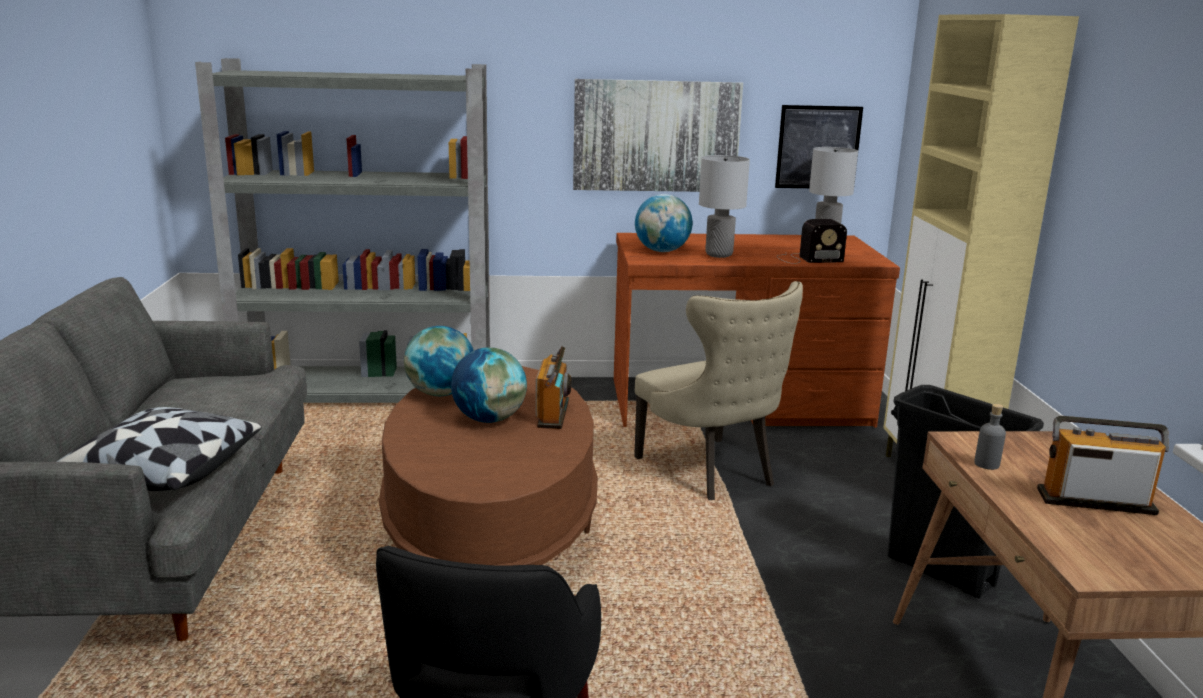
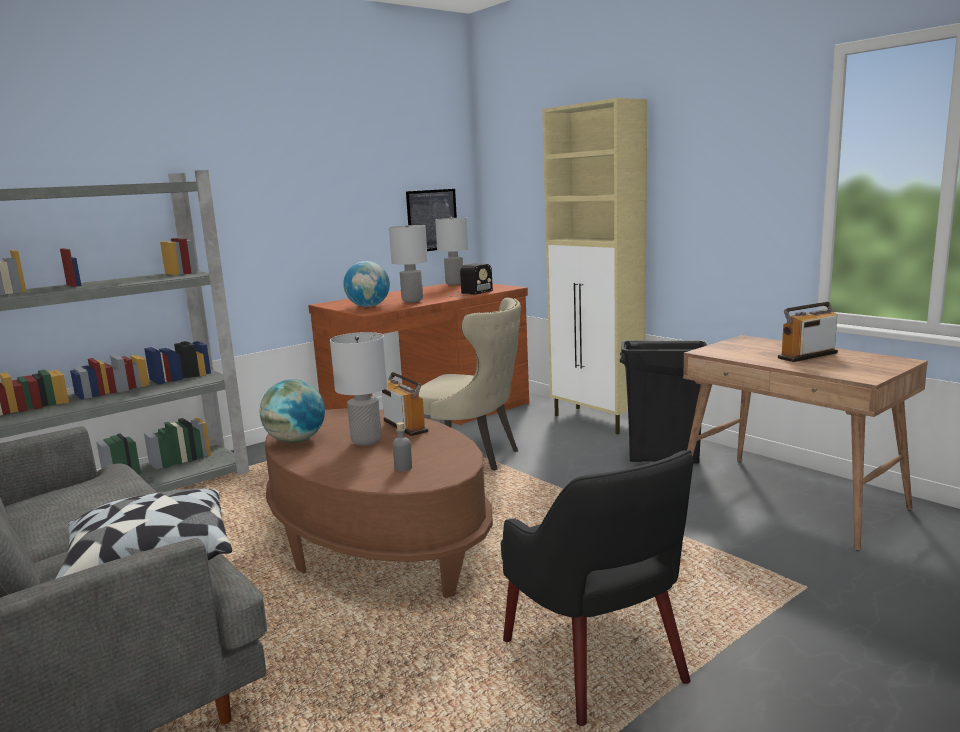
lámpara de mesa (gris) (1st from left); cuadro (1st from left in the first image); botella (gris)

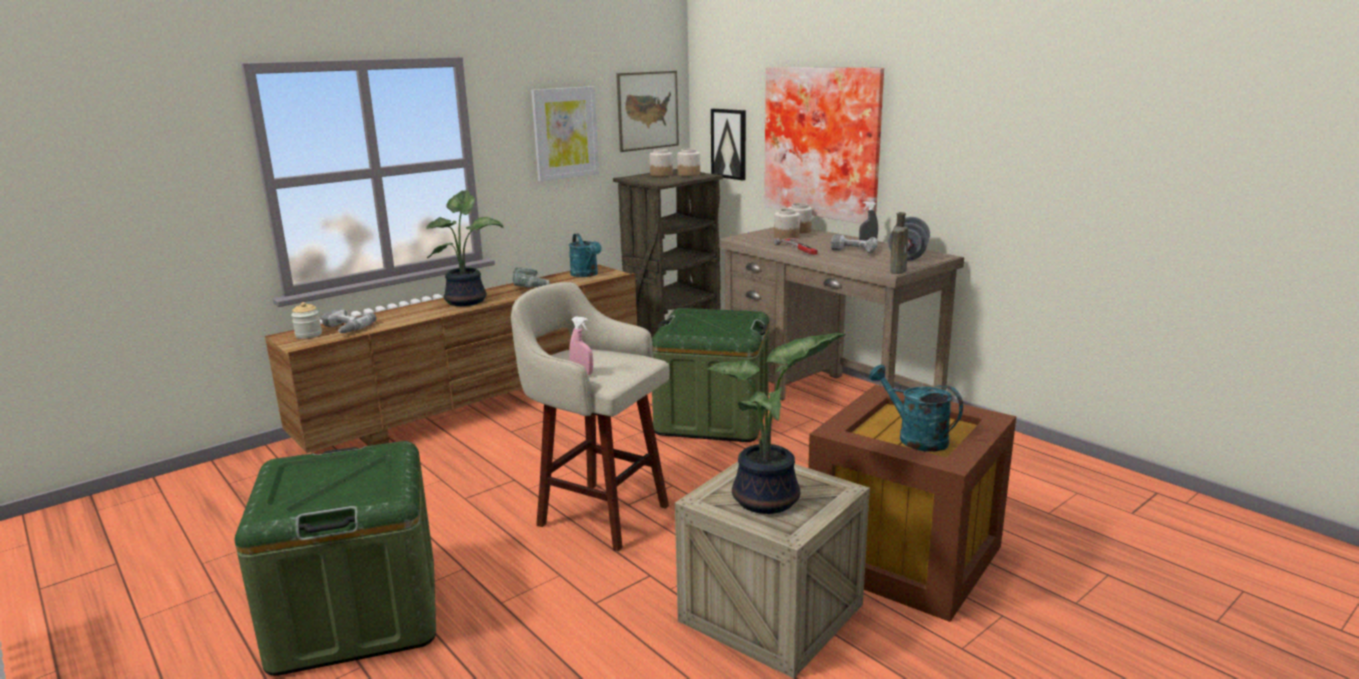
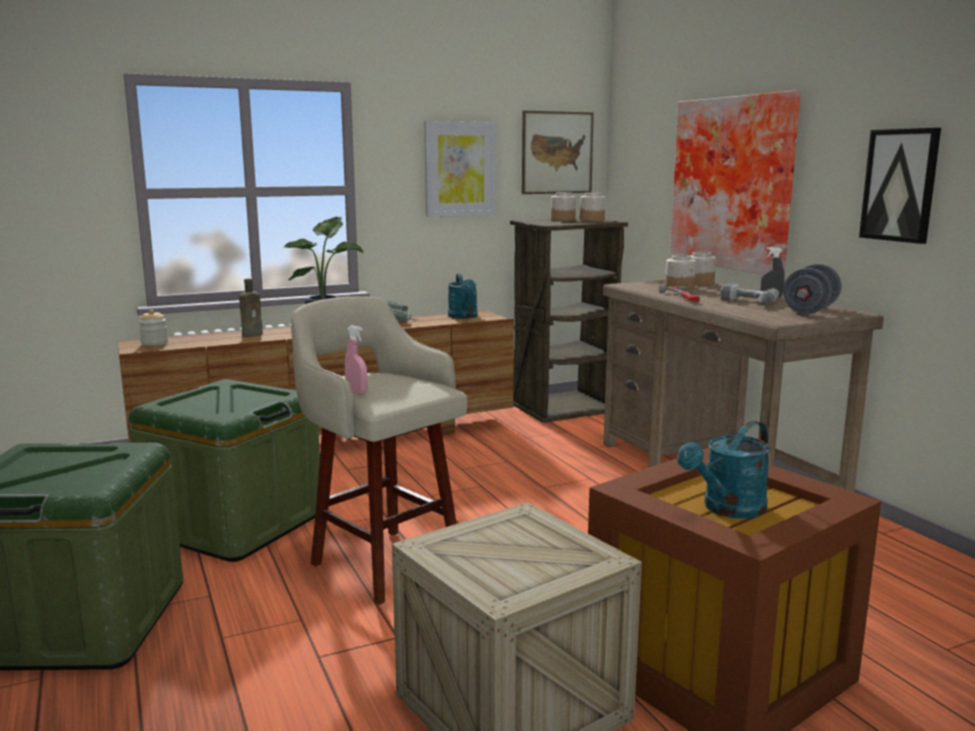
taladro (1st from left in the first image); caja de almacenaje (verde) (2nd from left); planta en maceta (2nd from left in the first image); cuadro (4th from left); regadera (turquesa) (2nd from left); botella (marrón)

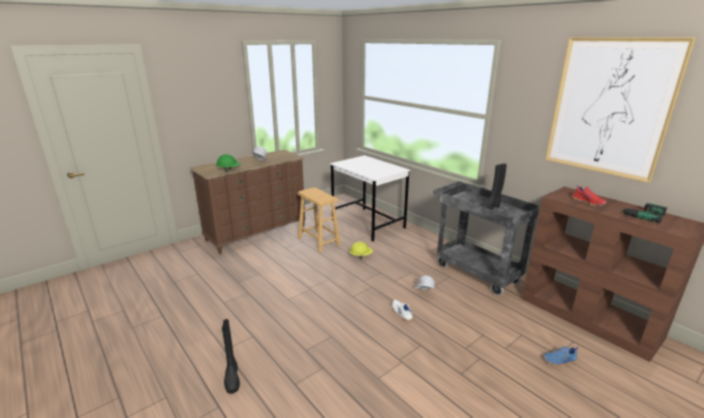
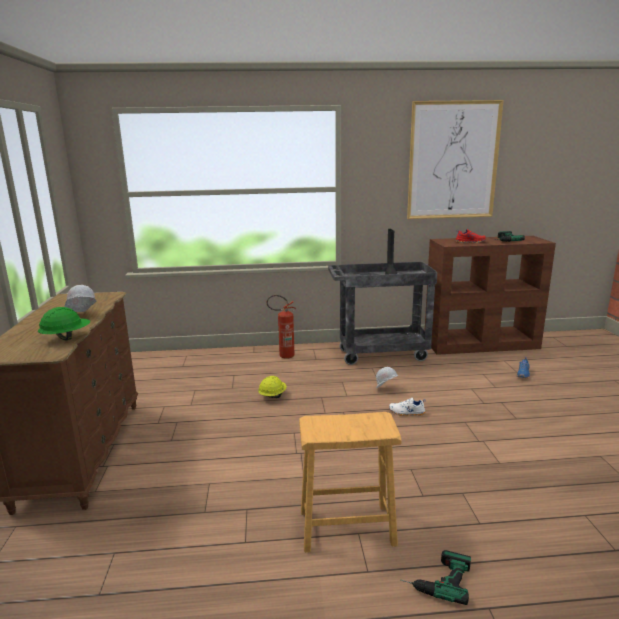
taladro (1st from left); taburete (marrón); escritorio (blanco); extintor

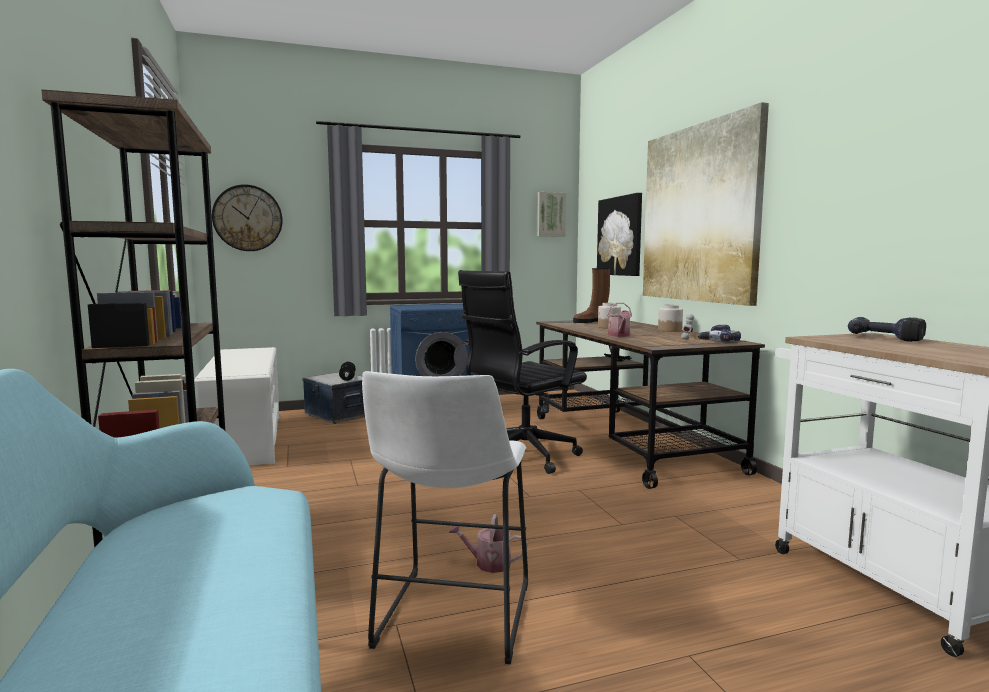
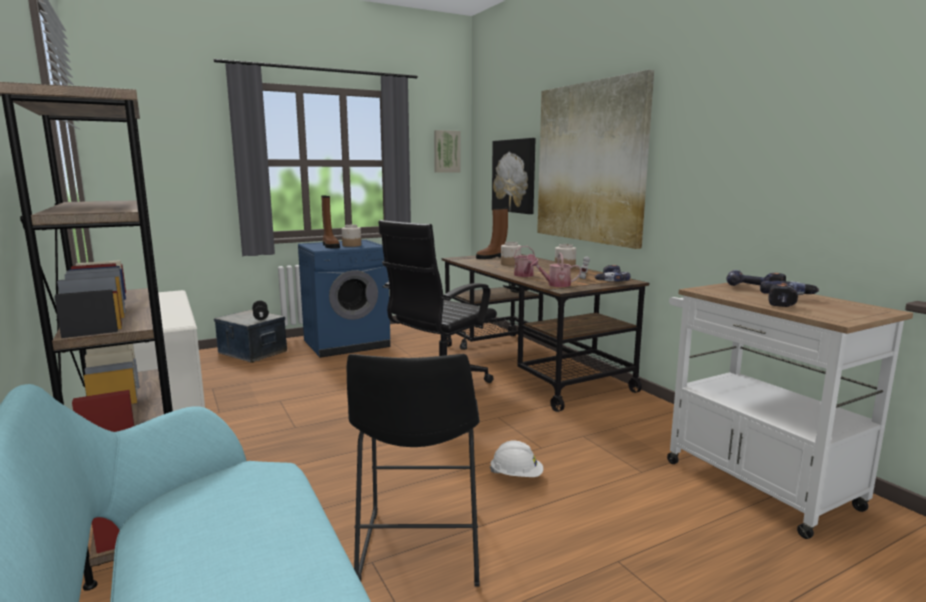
reloj de pared; taburete (negro); regadera (2nd from left); bota (marrón) (1st from left); tarro (1st from left); casco (blanco); taladro (3rd from left)

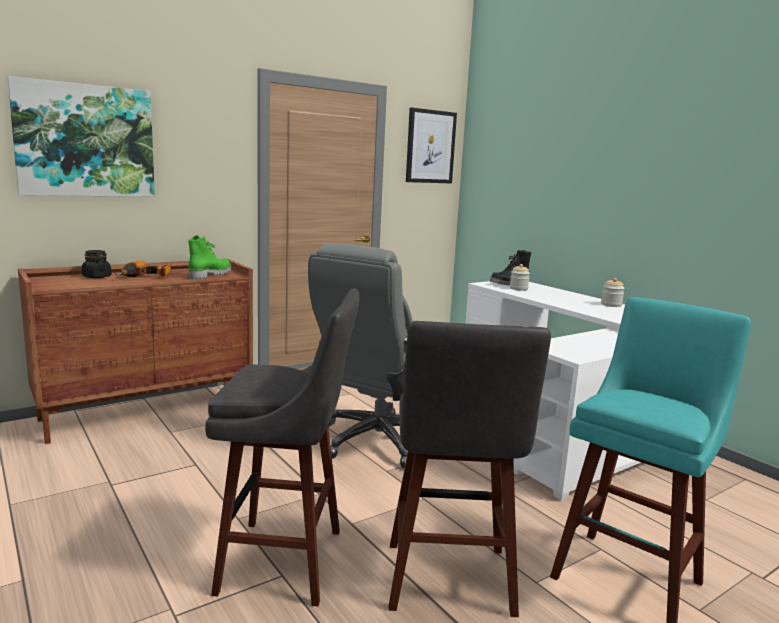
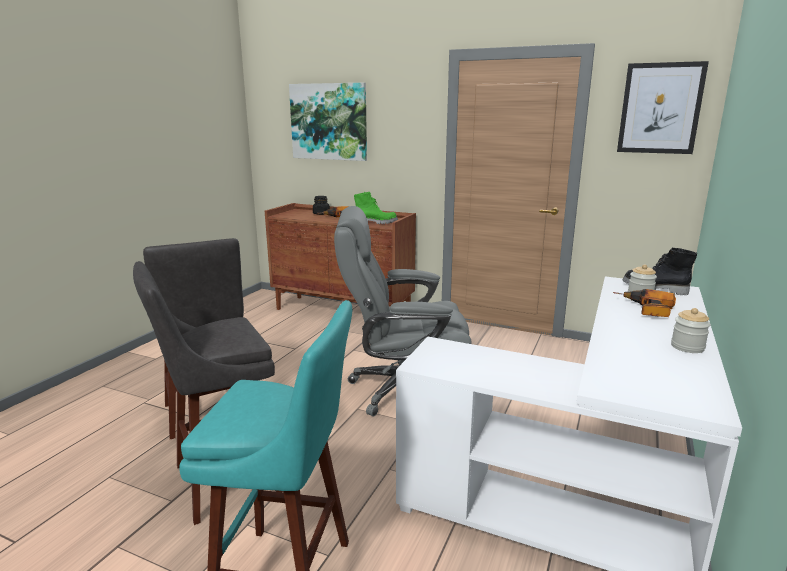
taladro (2nd from left)

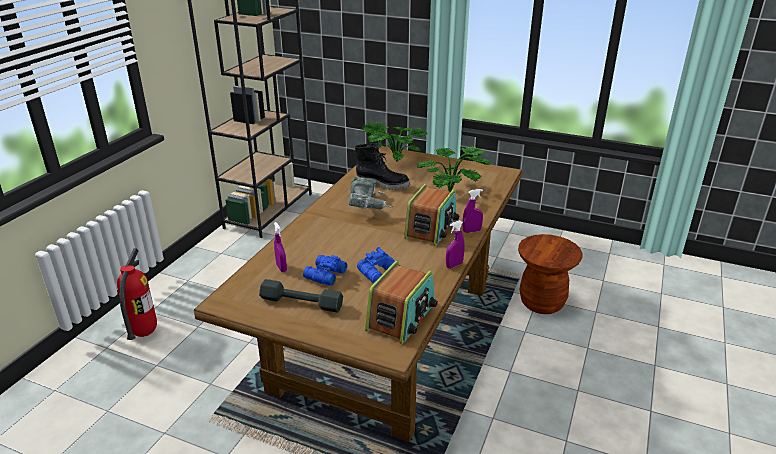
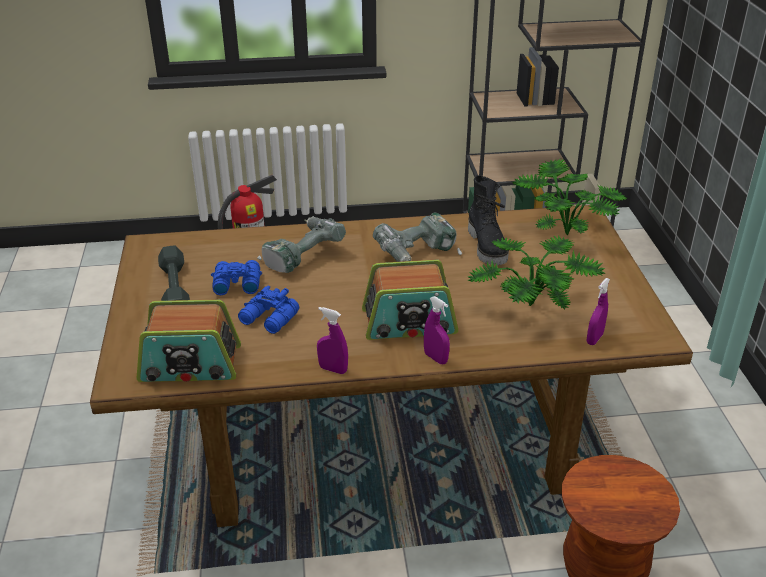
pulverizador (morado) (3rd from left); taladro (1st from left)

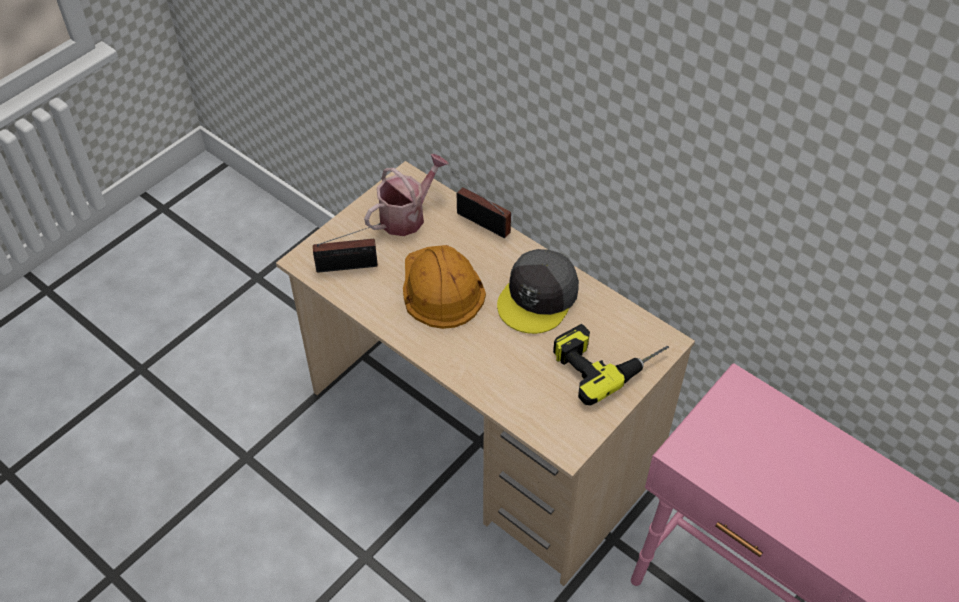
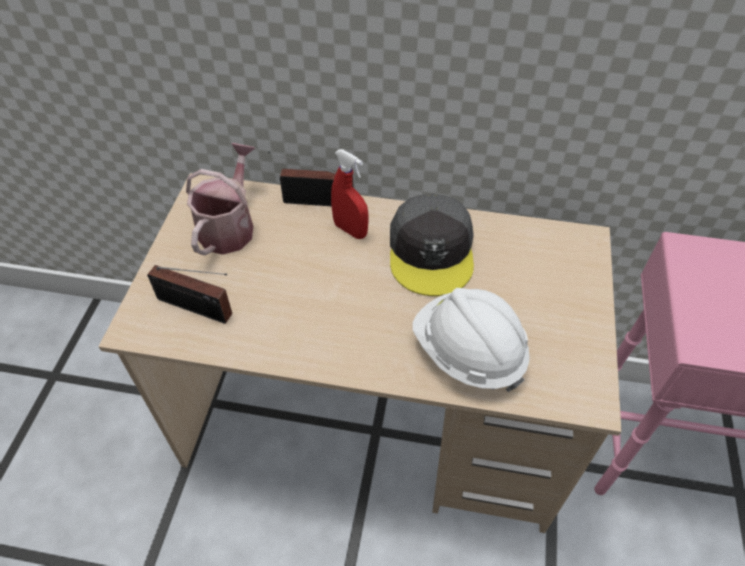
radio (1st from left); casco (naranja); taladro; pulverizador (rojo); casco (blanco)

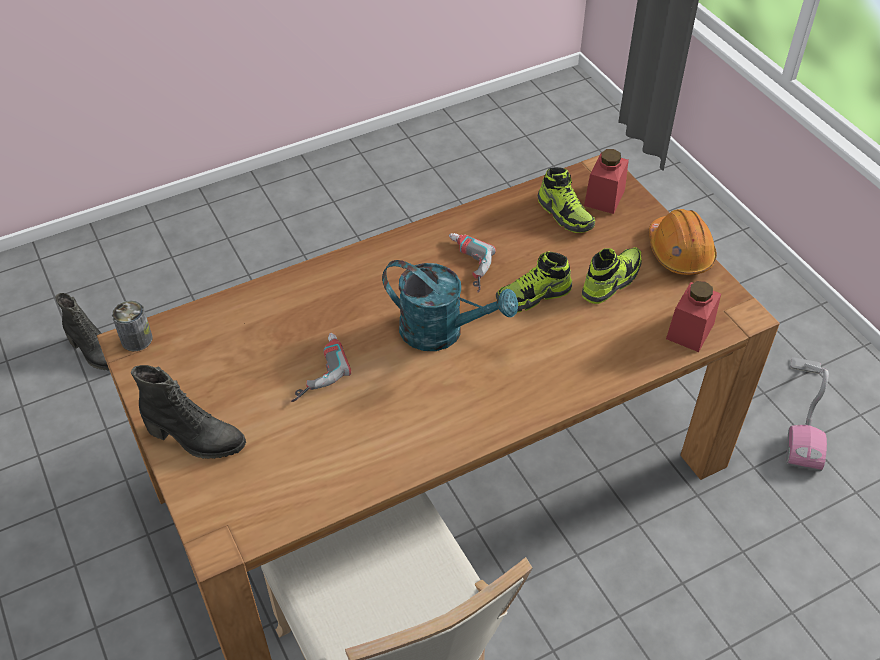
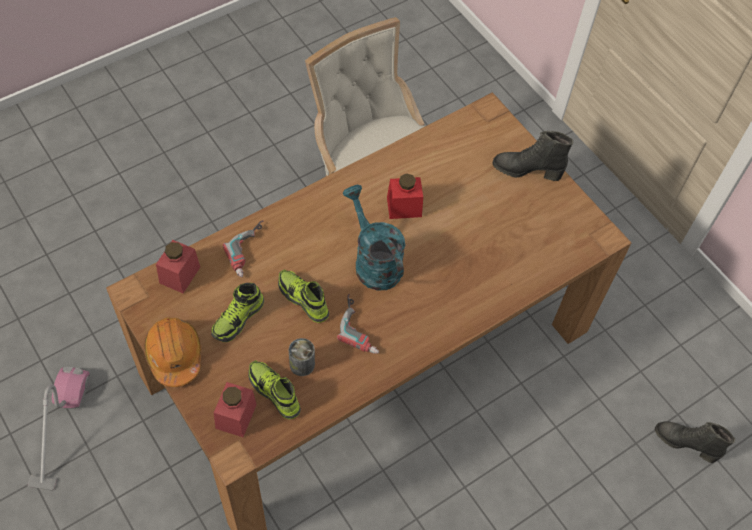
lata; taladro (1st from left); regadera (turquesa); zapato (3rd from left); tarro (rojo) (3rd from left)

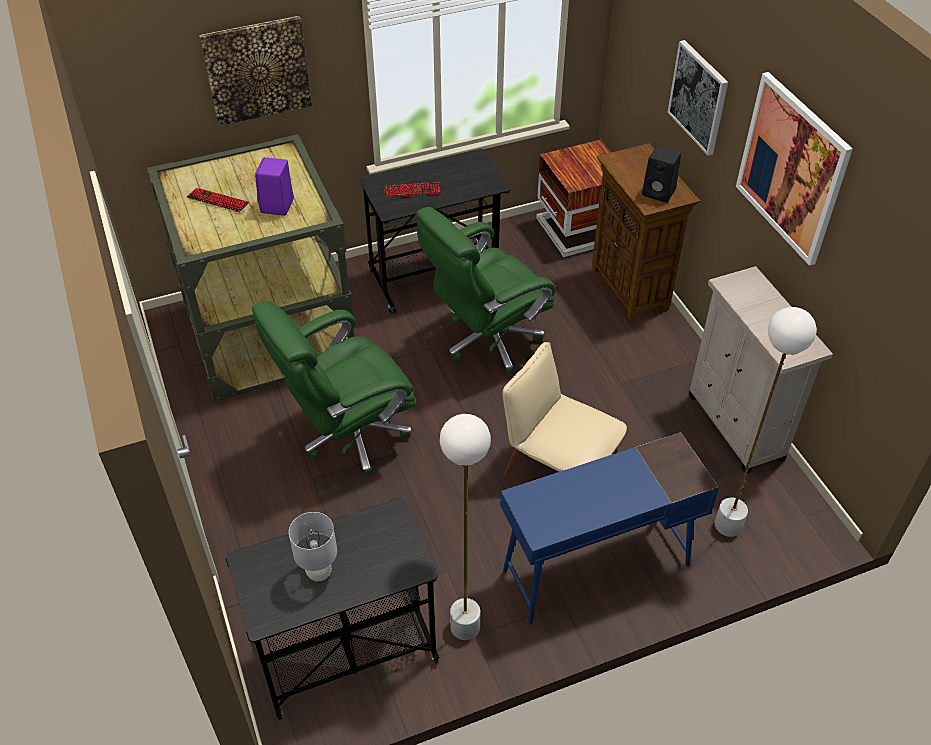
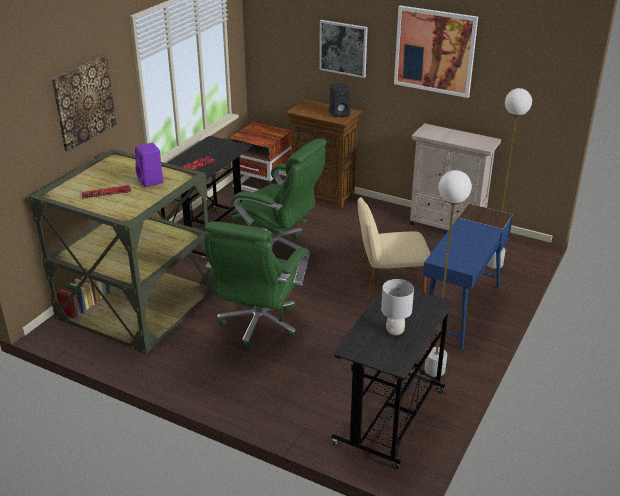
silla de oficina (verde) (2nd from left)

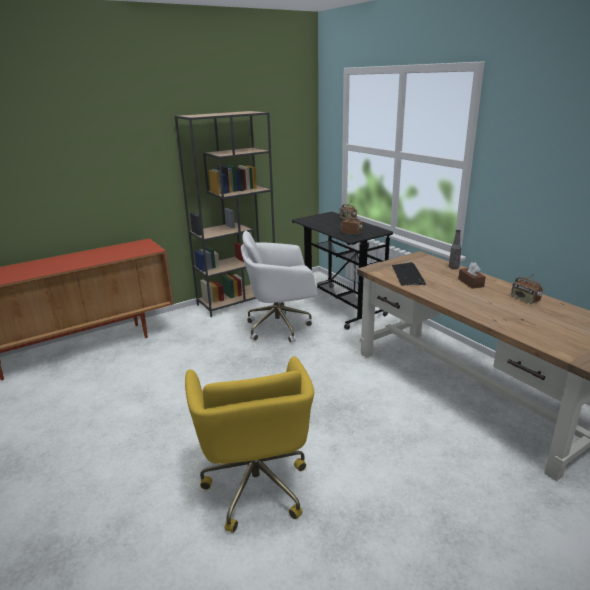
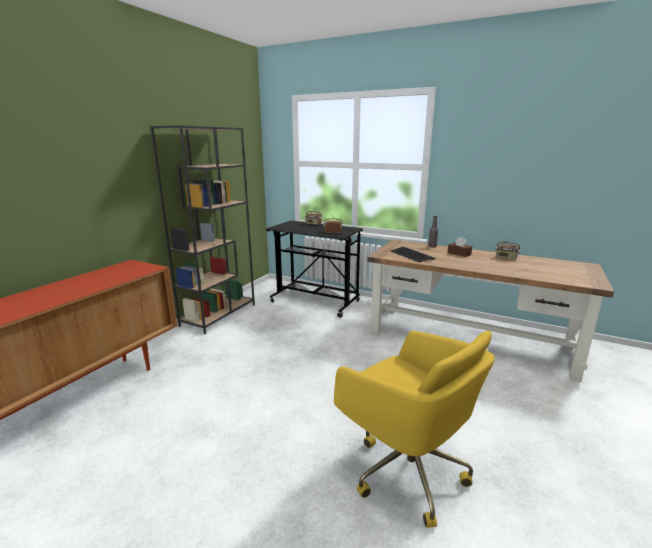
silla de oficina (blanco)

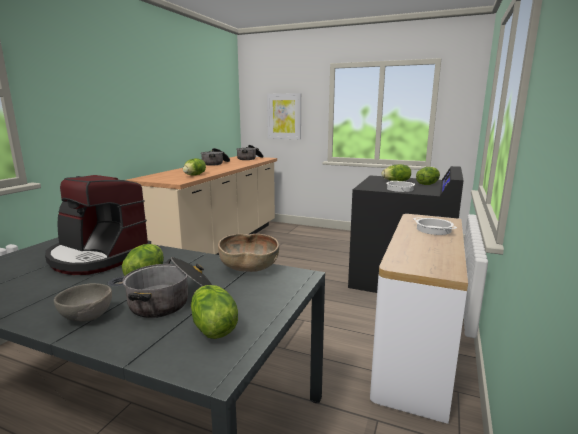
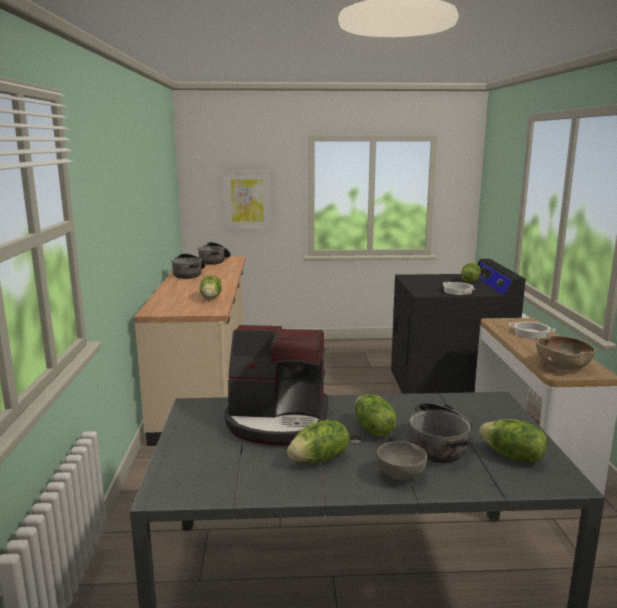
cuenco (marrón); lechuga (2nd from left)

